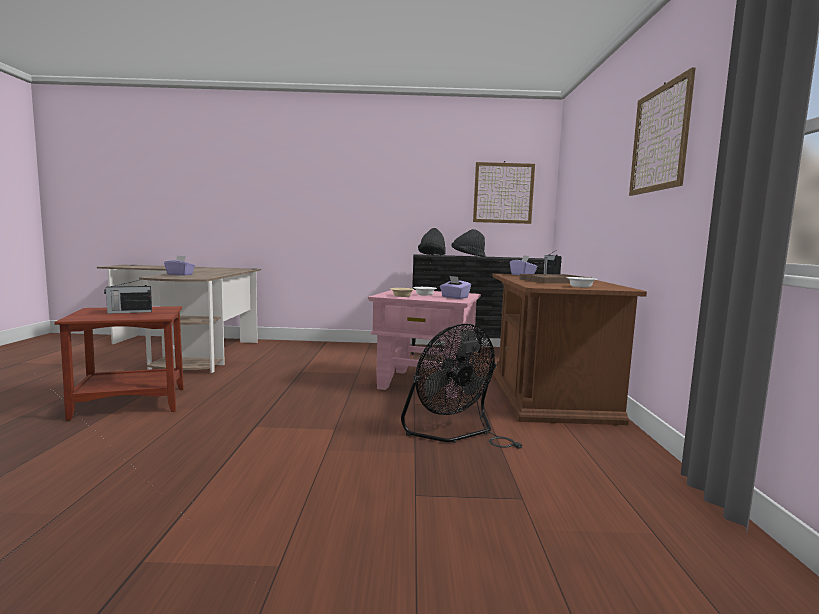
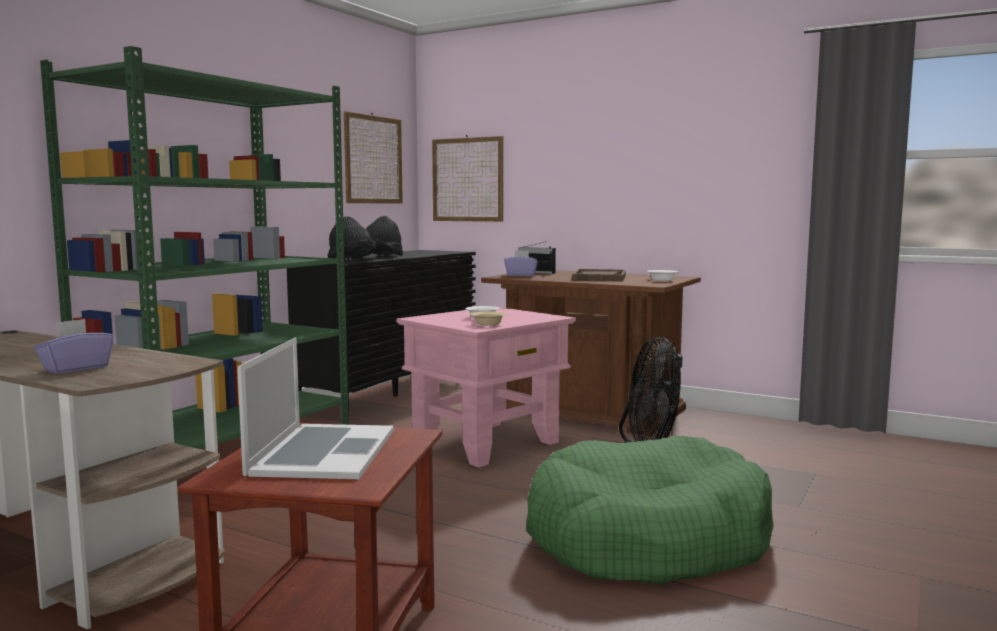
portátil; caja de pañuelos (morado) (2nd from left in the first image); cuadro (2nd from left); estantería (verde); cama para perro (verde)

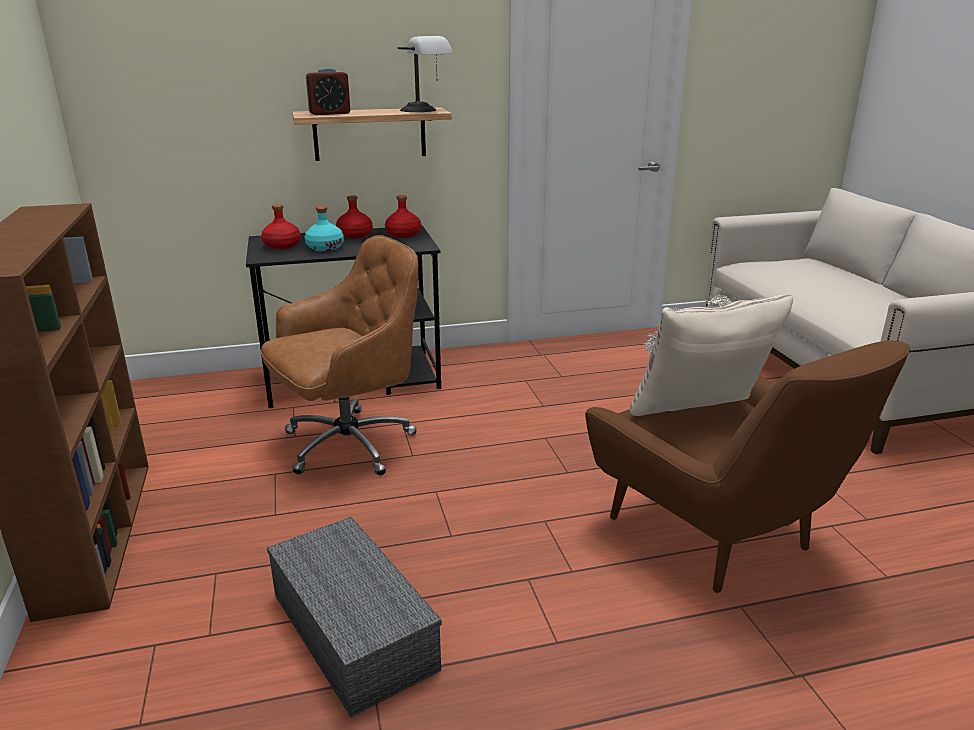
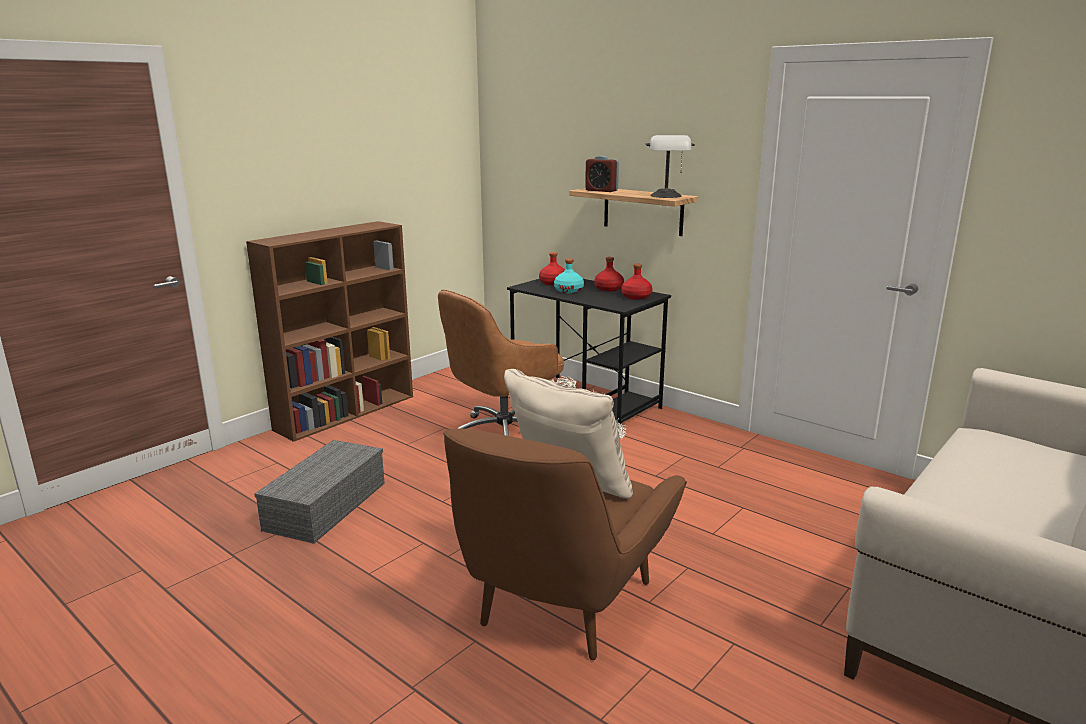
silla de oficina (marrón)

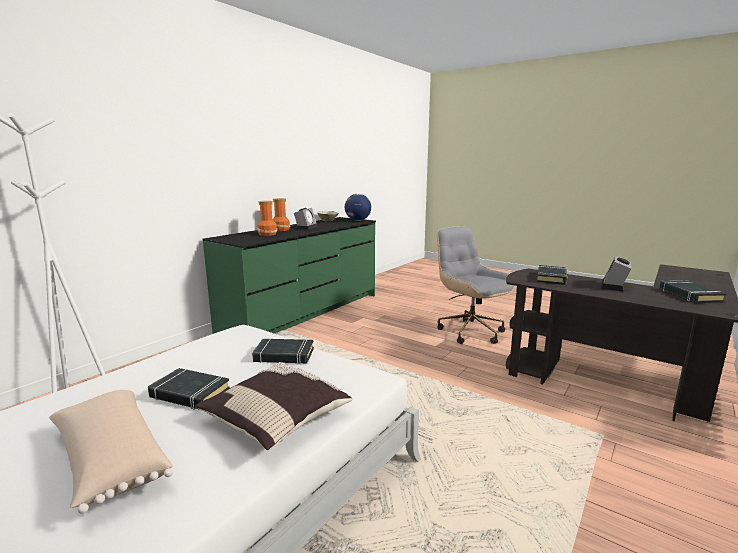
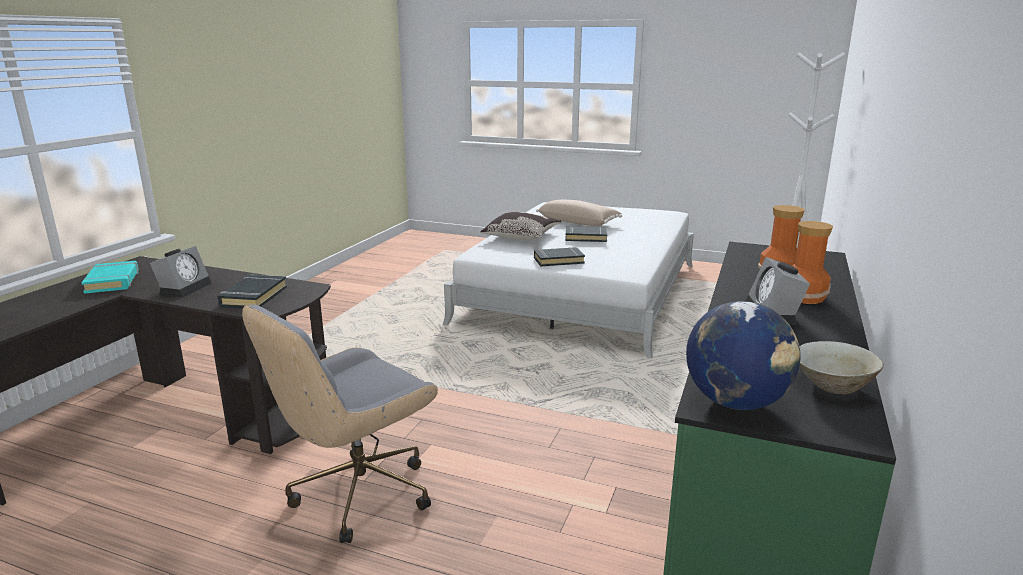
silla de oficina (gris); libro (turquesa)

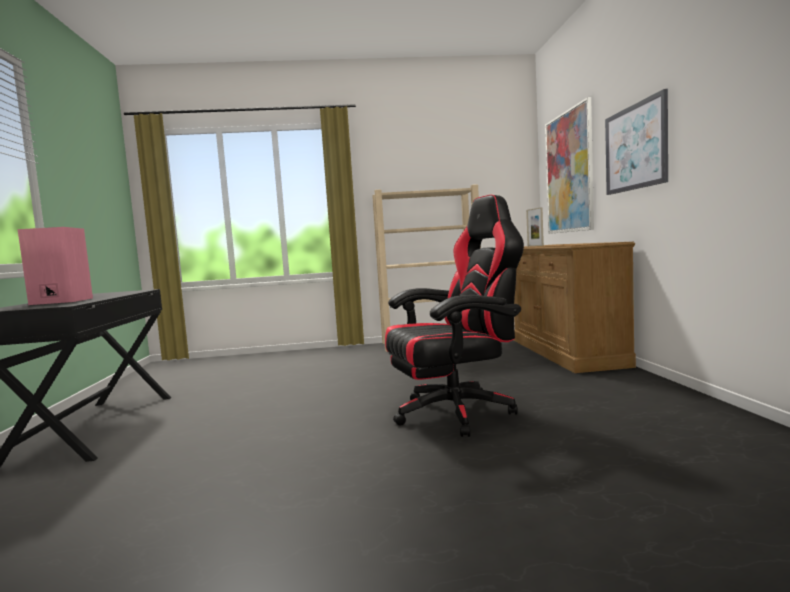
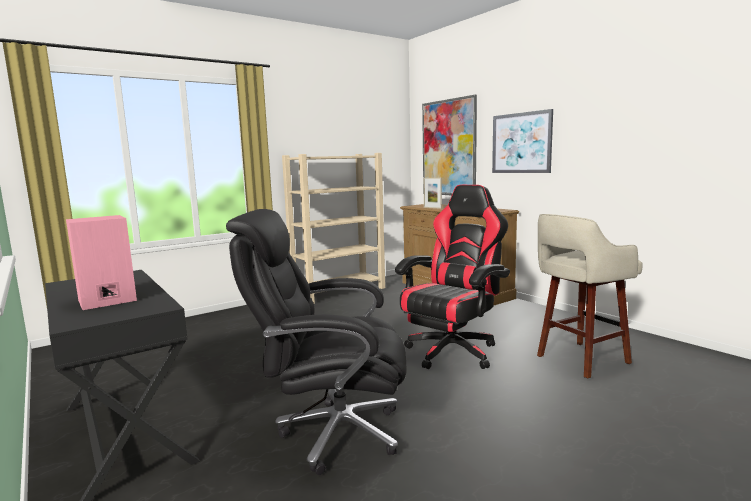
silla de oficina (negro) (1st from left); taburete (beis)

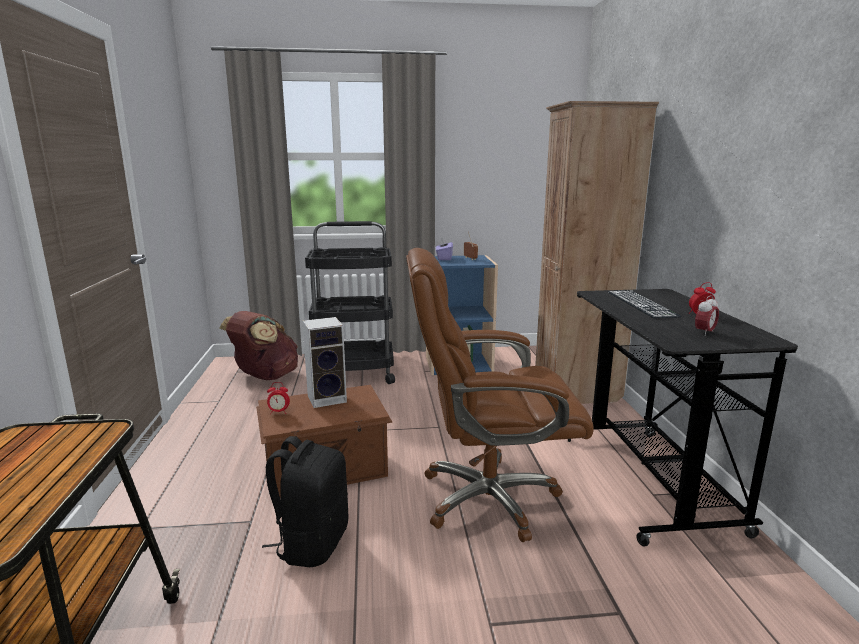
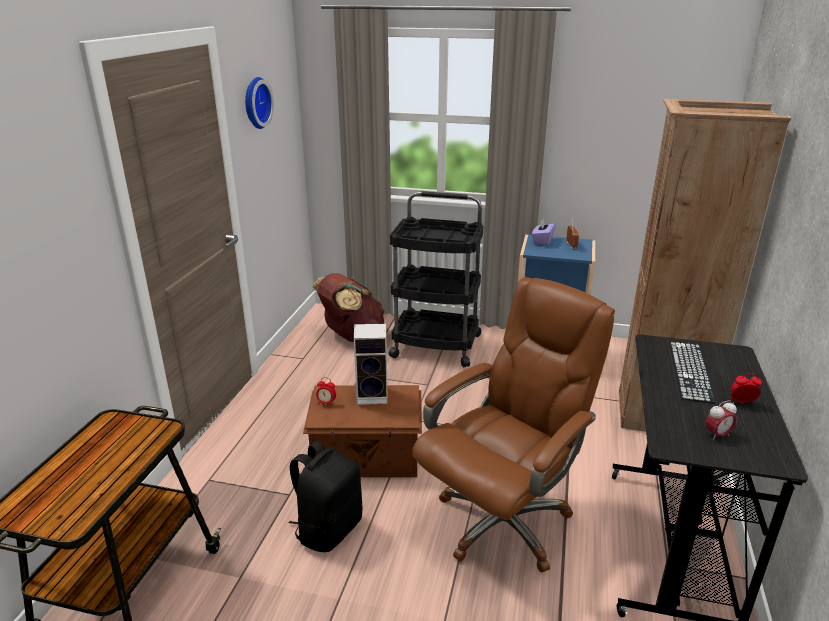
silla de oficina (marrón); reloj de pared

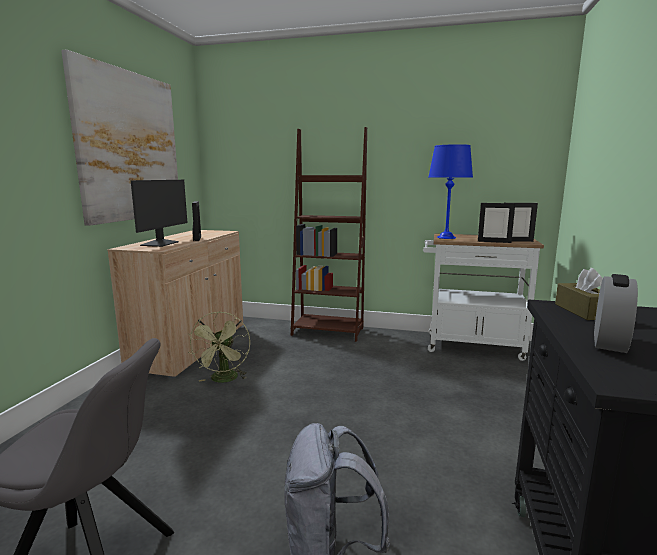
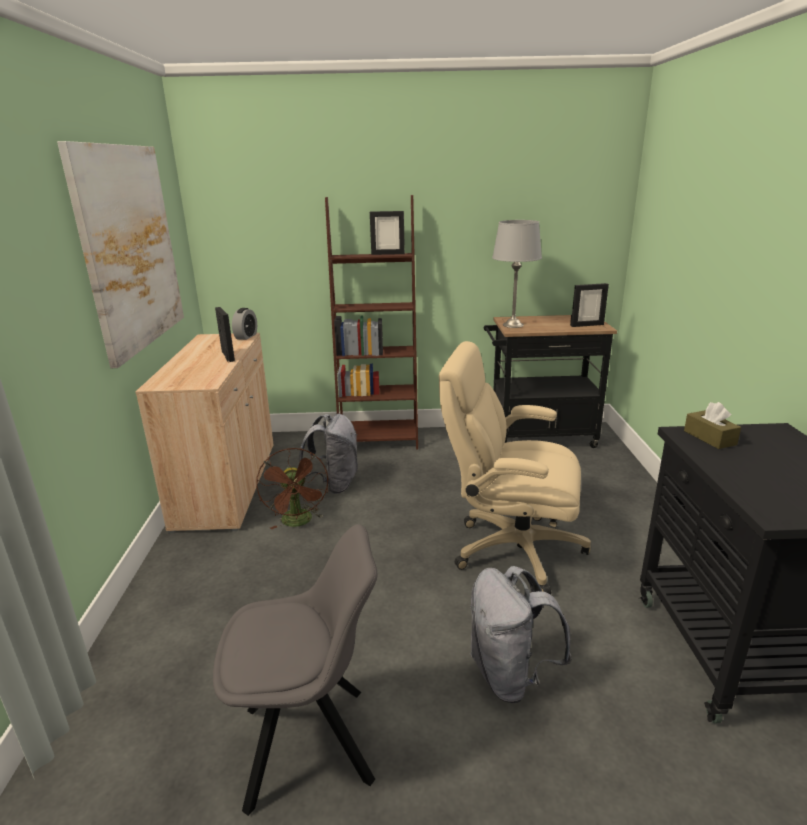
monitor; ventilador (marrón); carrito (negro) (1st from left); lámpara de mesa (gris); portarretratos (2nd from left); despertador; mochila (gris) (1st from left); silla de oficina (beis)

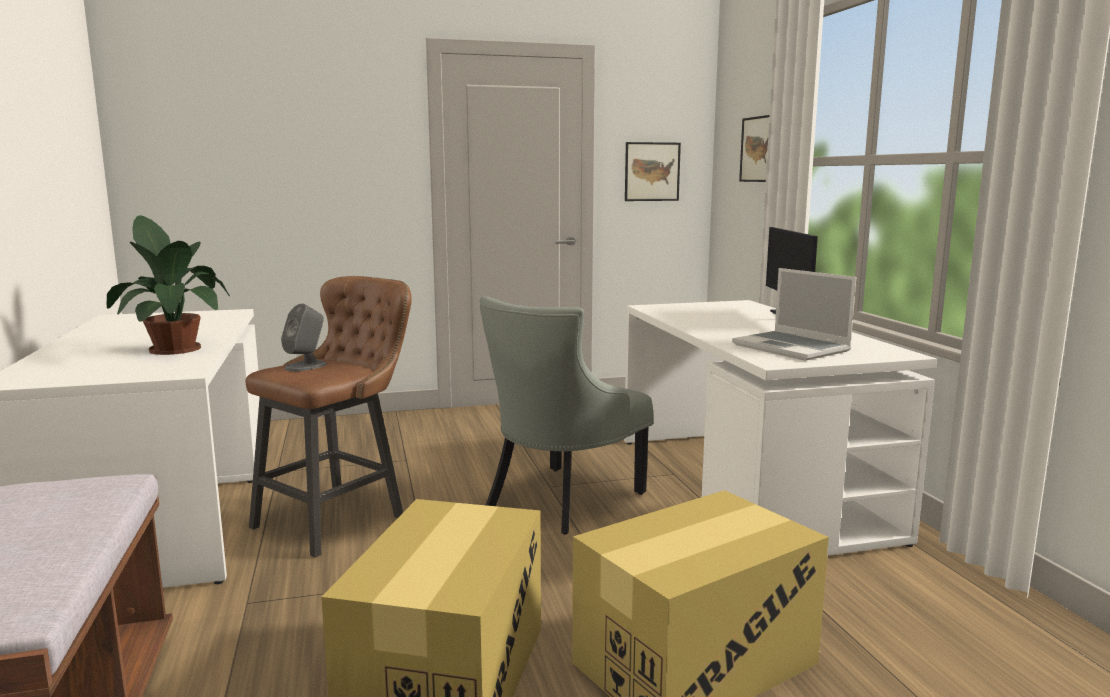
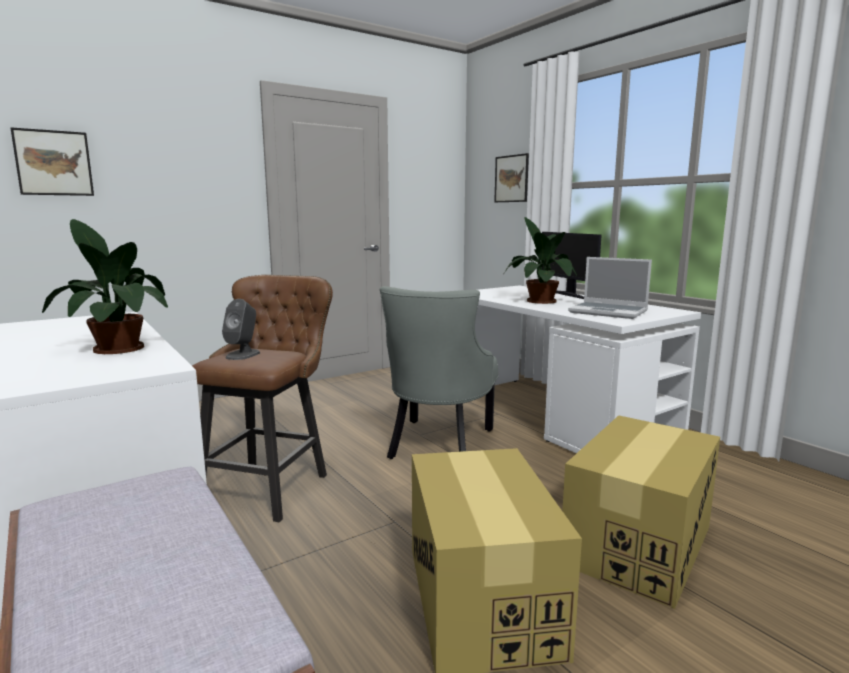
cuadro (1st from left); planta en maceta (2nd from left)

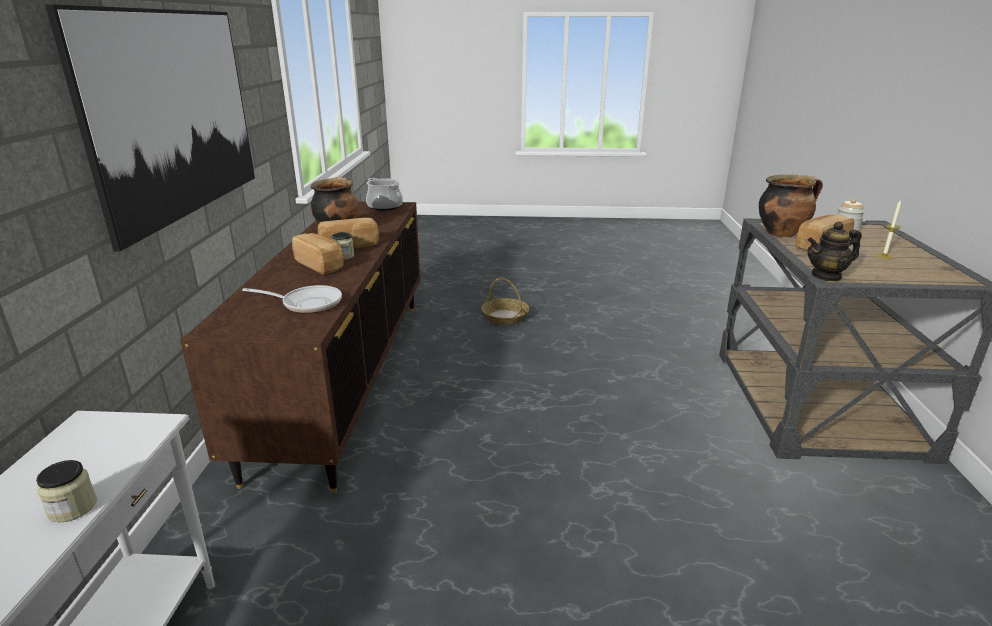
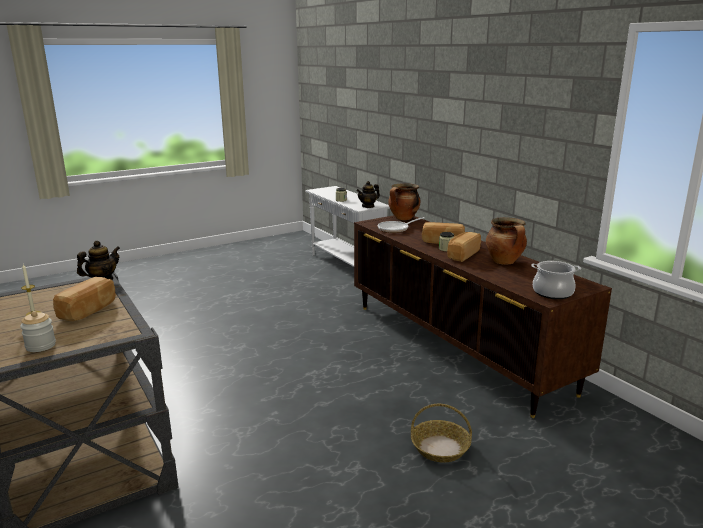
cuadro; olla (1st from left); tetera (2nd from left)

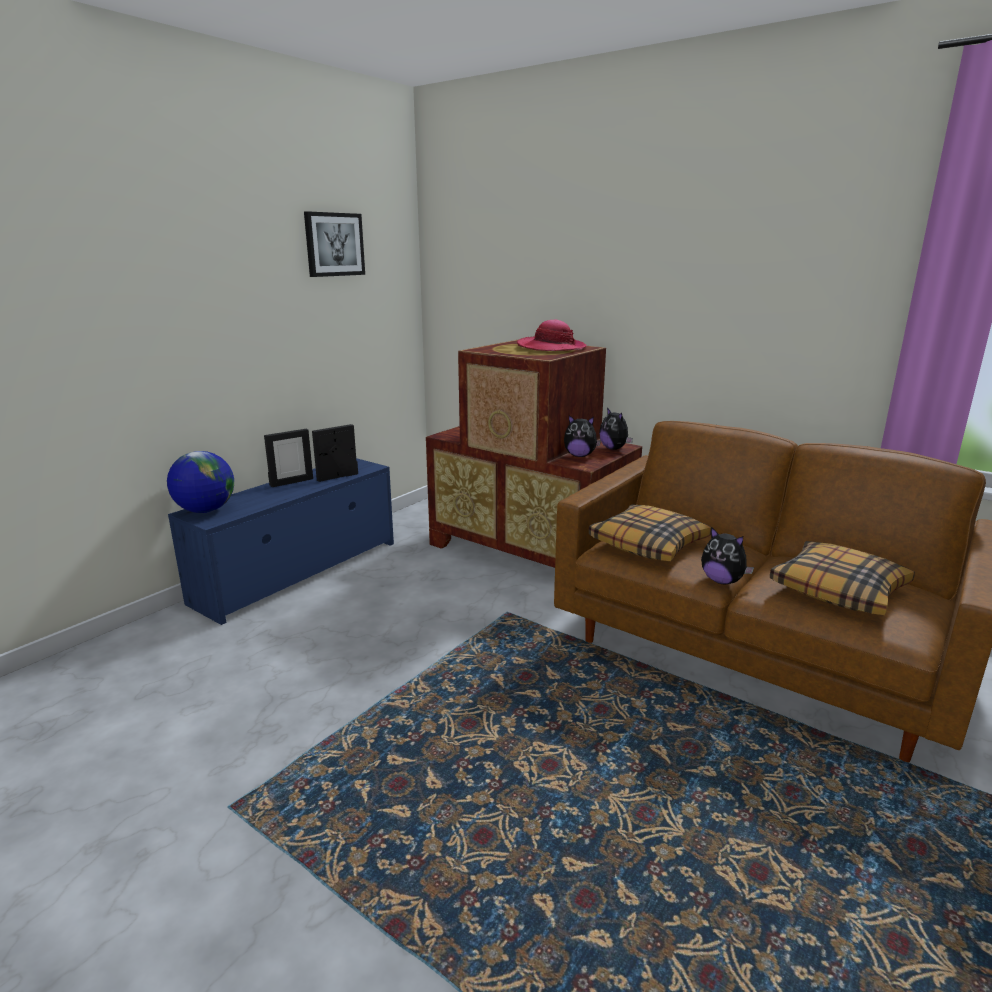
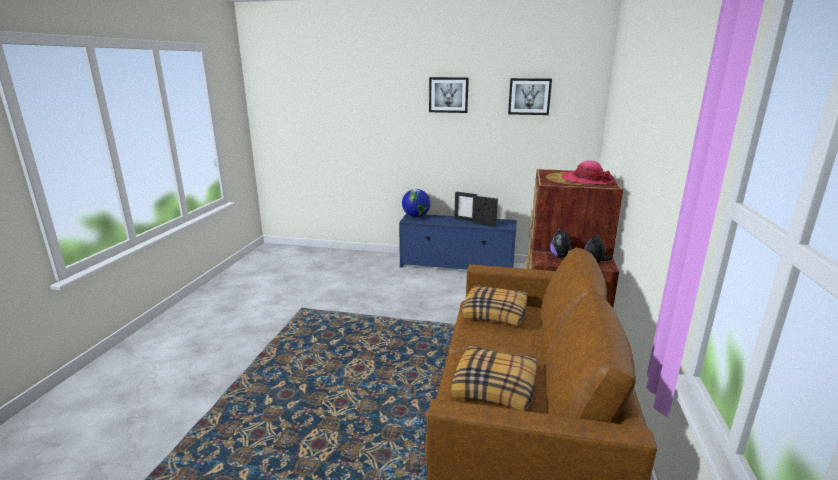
peluche (3rd from left in the first image); cuadro (1st from left)

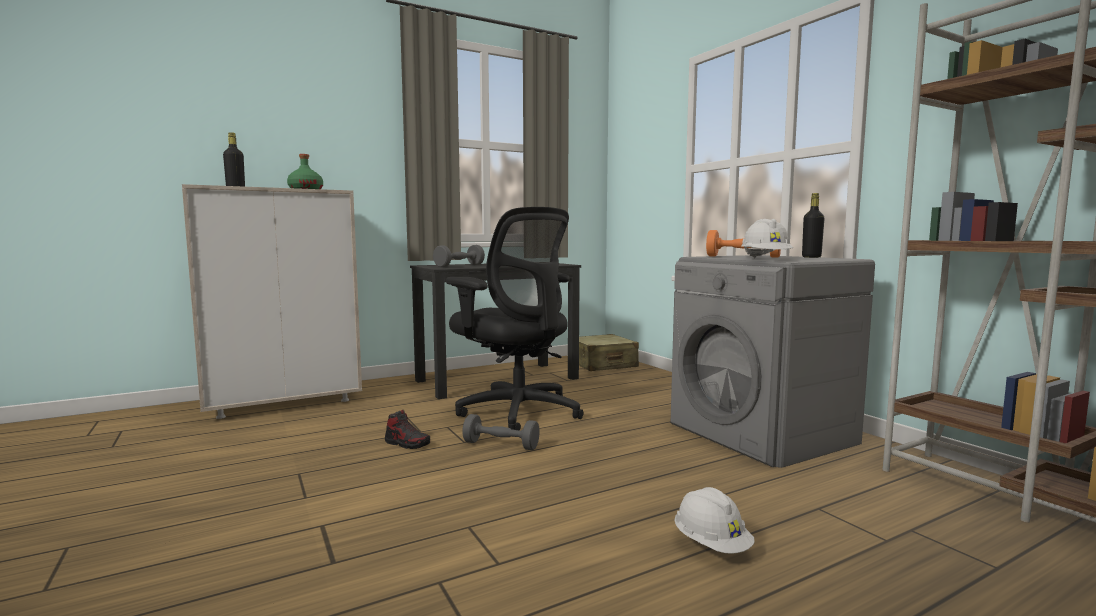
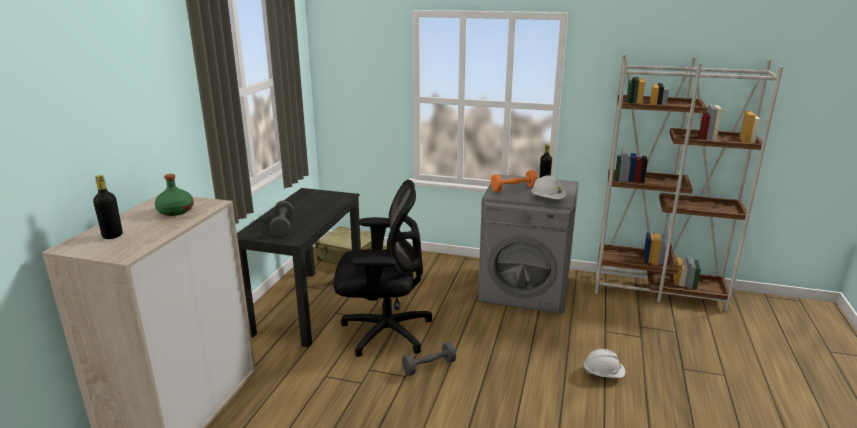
zapato

